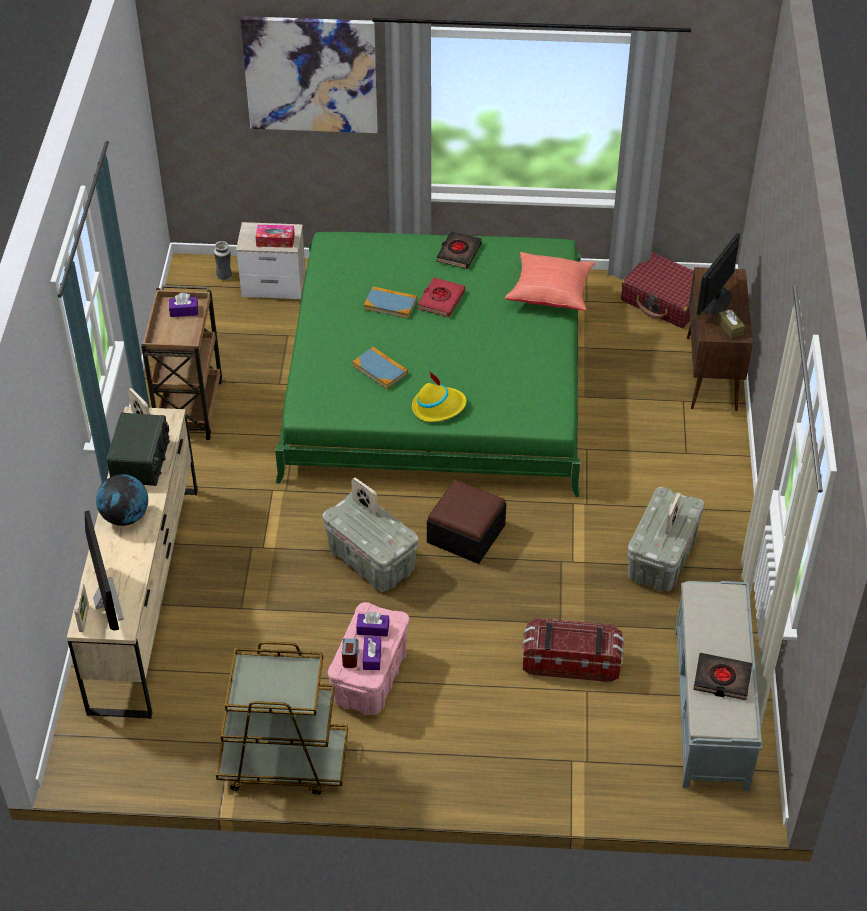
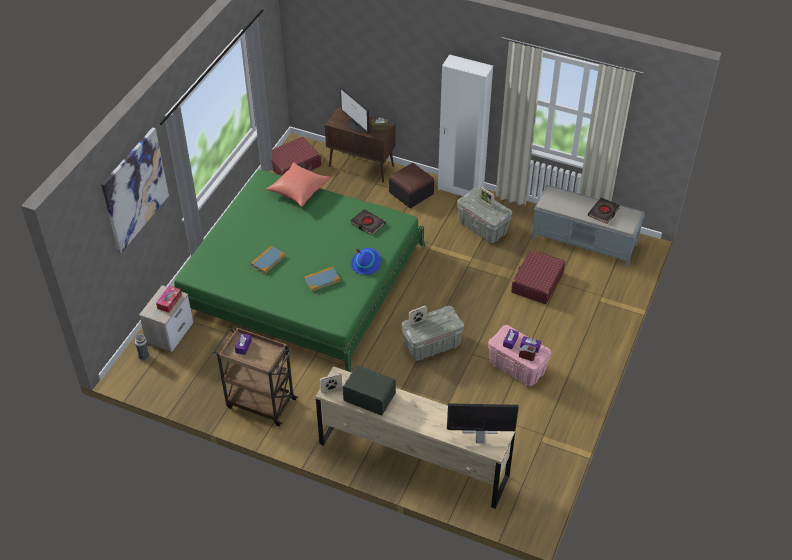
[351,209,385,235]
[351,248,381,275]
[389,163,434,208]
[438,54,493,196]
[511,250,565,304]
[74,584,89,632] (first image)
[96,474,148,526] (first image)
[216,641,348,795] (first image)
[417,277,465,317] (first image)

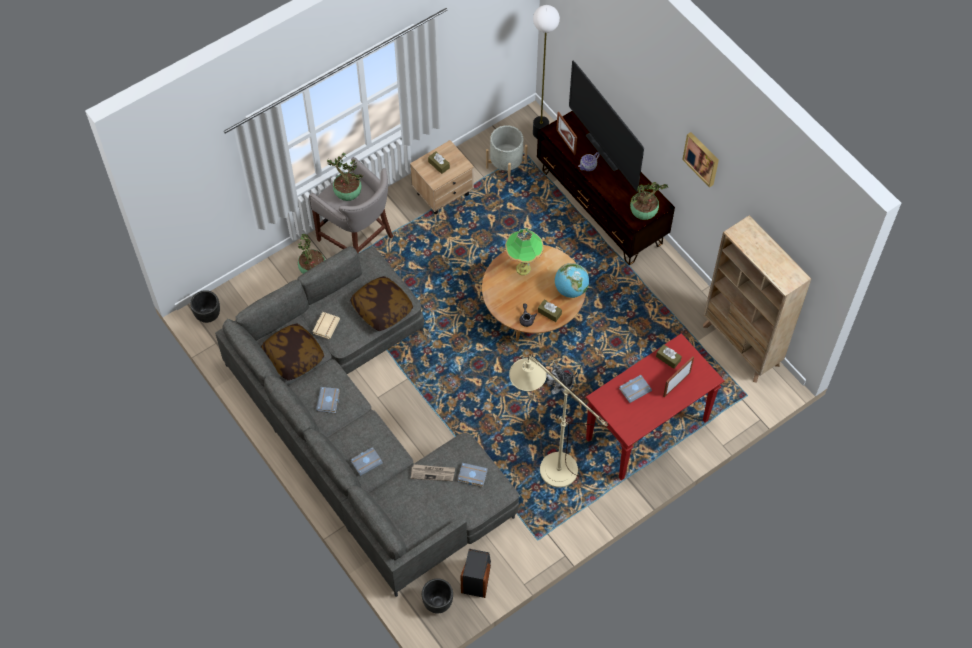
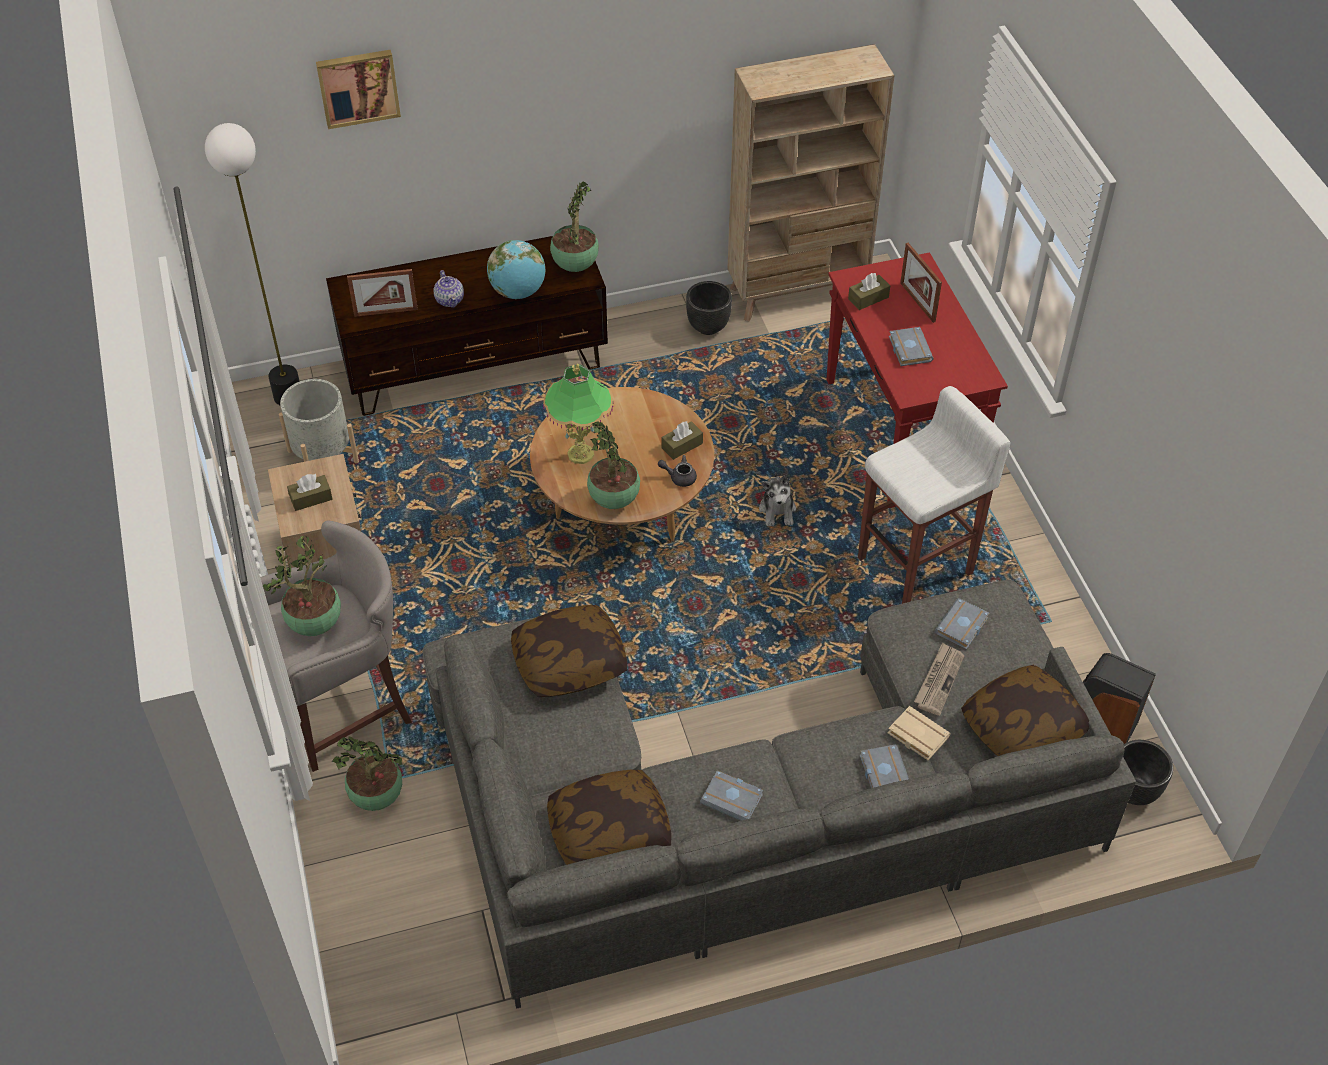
[316,50,401,129]
[487,240,545,299]
[587,422,640,509]
[686,281,732,335]
[858,386,1011,604]
[888,706,951,760]
[961,665,1089,756]
[569,61,644,192] (first image)

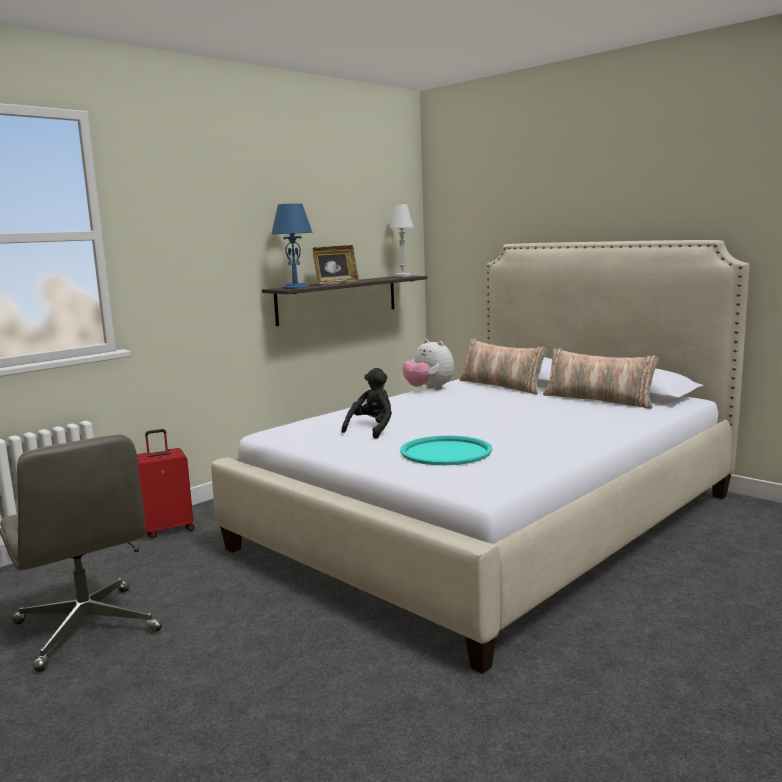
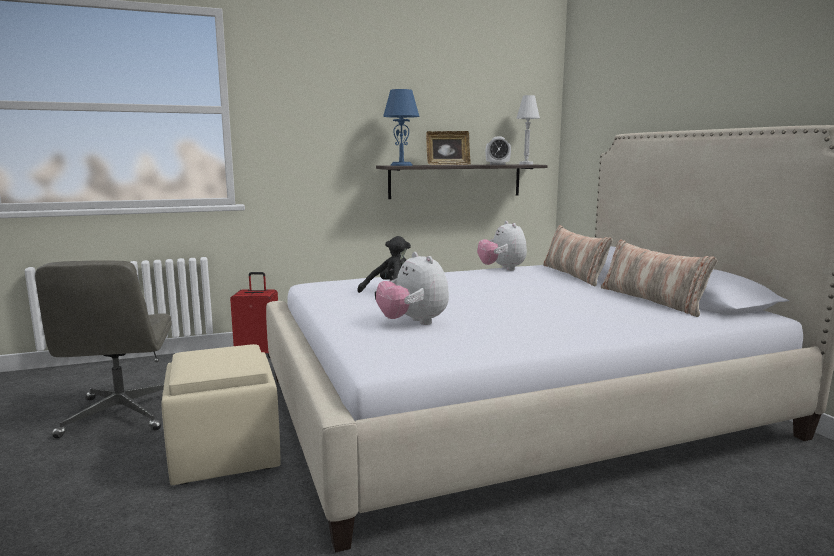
[161,344,281,485]
[376,252,449,325]
[485,137,511,165]

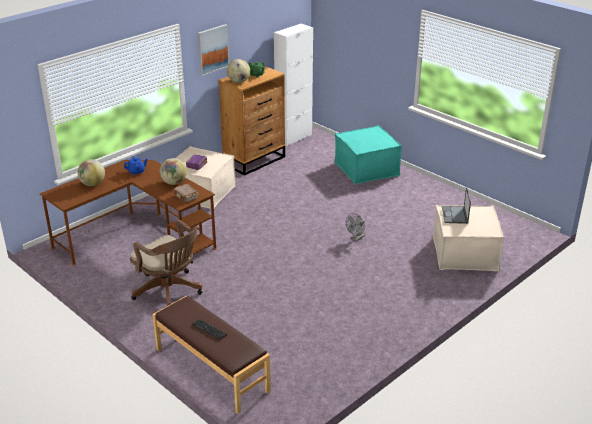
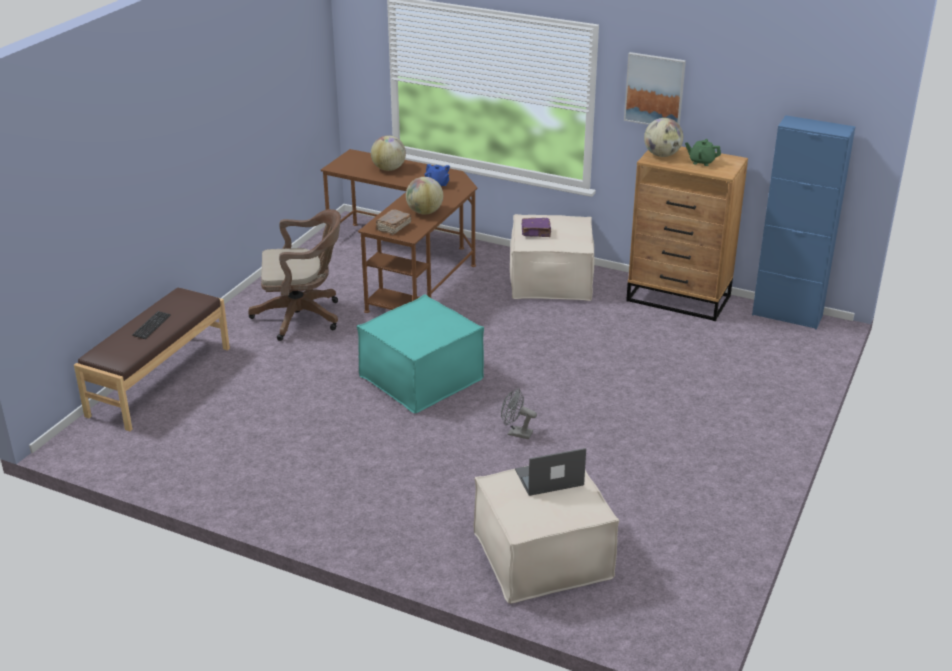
[248,209,341,341]
[357,294,484,413]
[752,115,856,330]

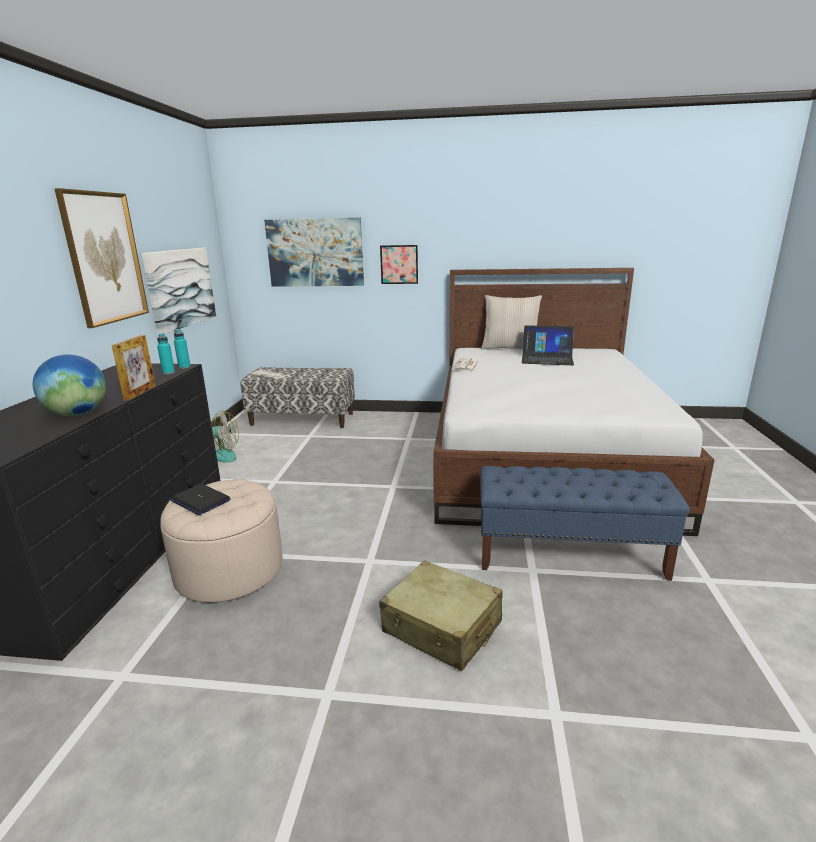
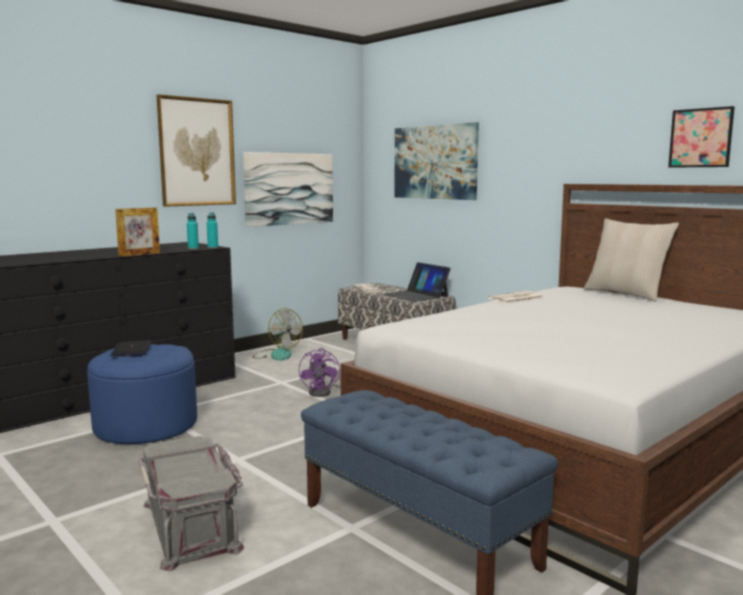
[87,344,197,444]
[139,436,244,571]
[299,348,341,397]
[383,262,451,302]
[668,106,735,168]
[33,355,106,416] (first image)

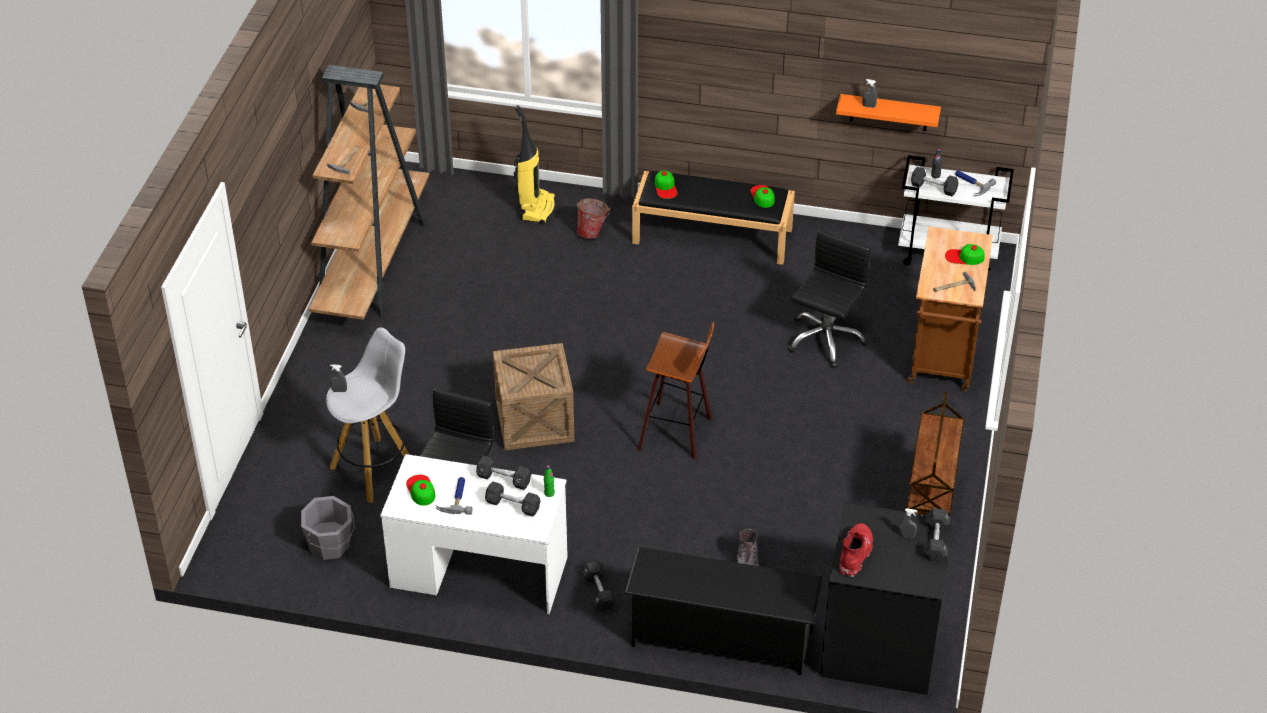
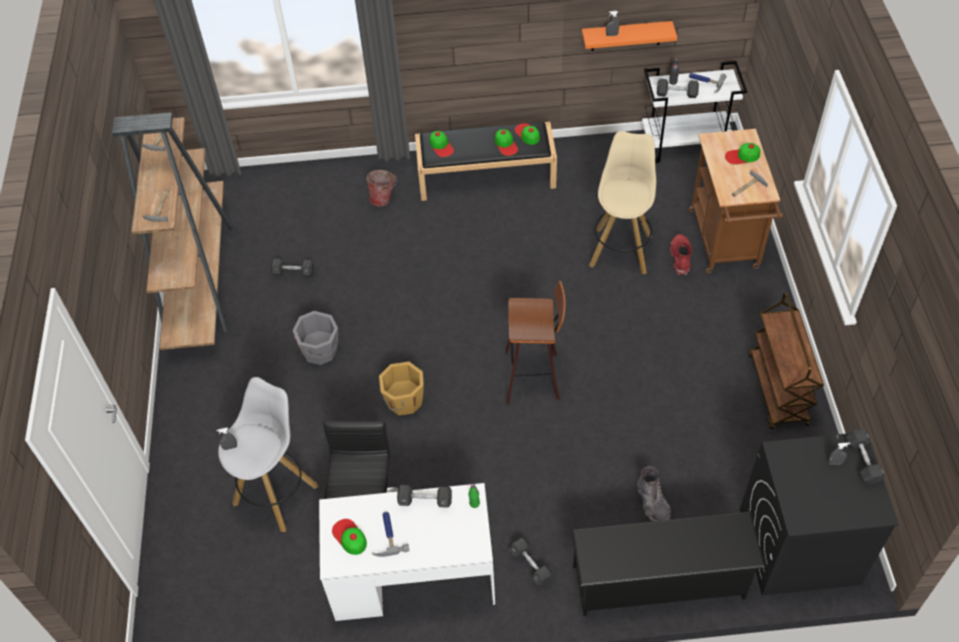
[271,259,314,277]
[292,311,338,365]
[379,362,424,415]
[495,129,518,156]
[589,131,656,274]
[670,234,692,275]
[514,105,555,225] (first image)

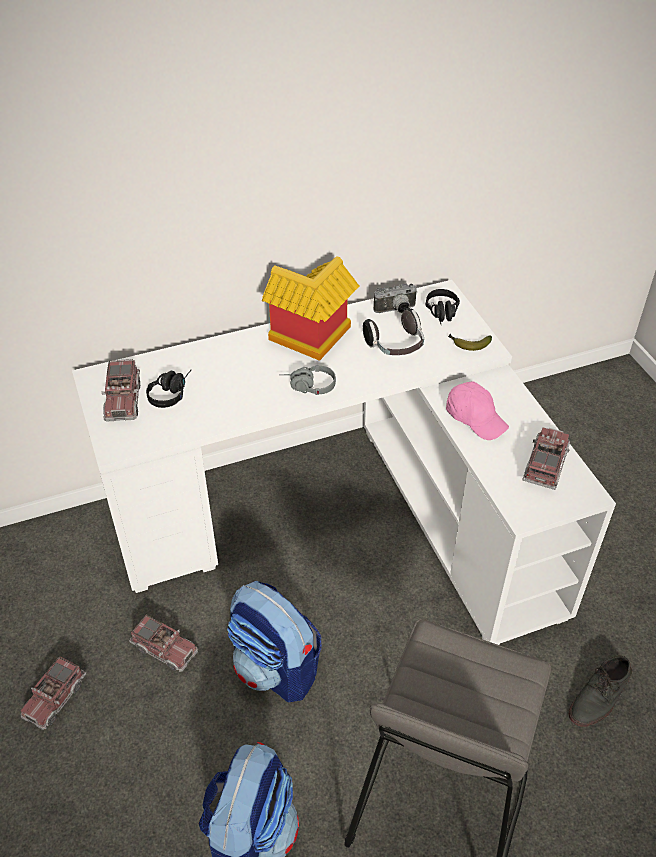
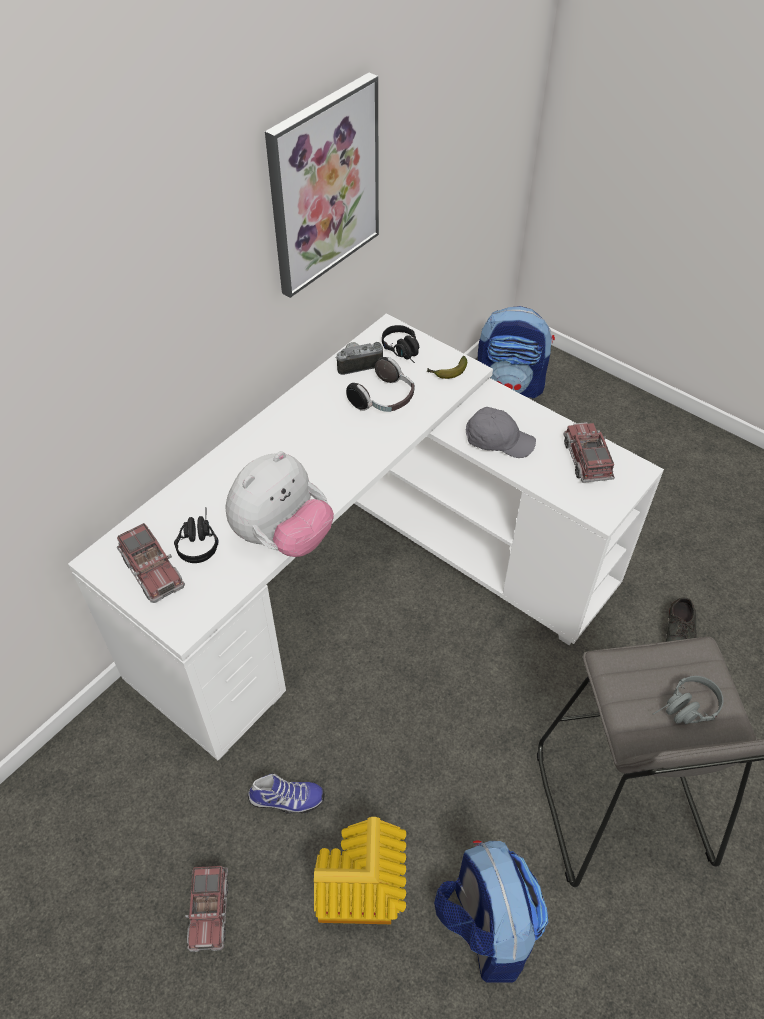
[225,451,334,557]
[248,774,325,814]
[265,73,379,298]
[314,817,406,924]
[336,342,383,375]
[466,407,536,458]
[478,306,555,399]
[653,676,723,724]

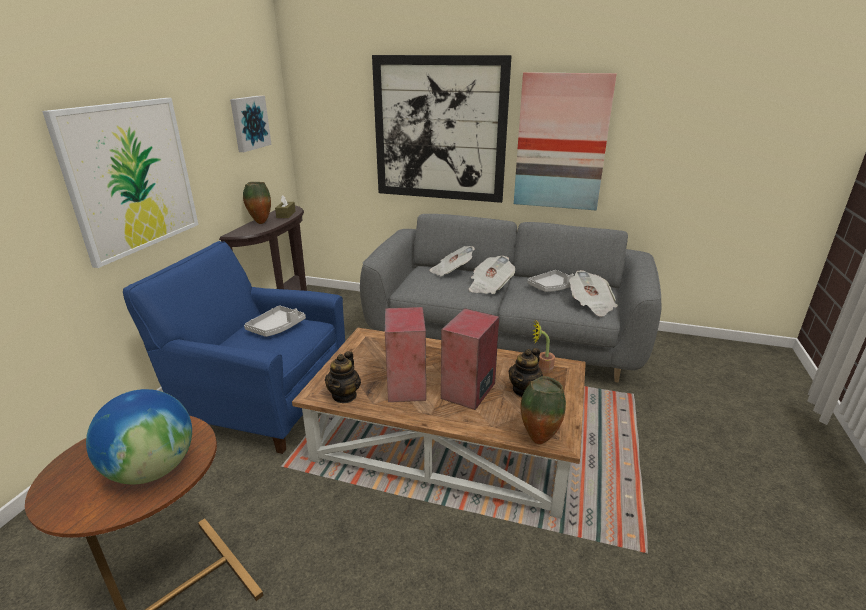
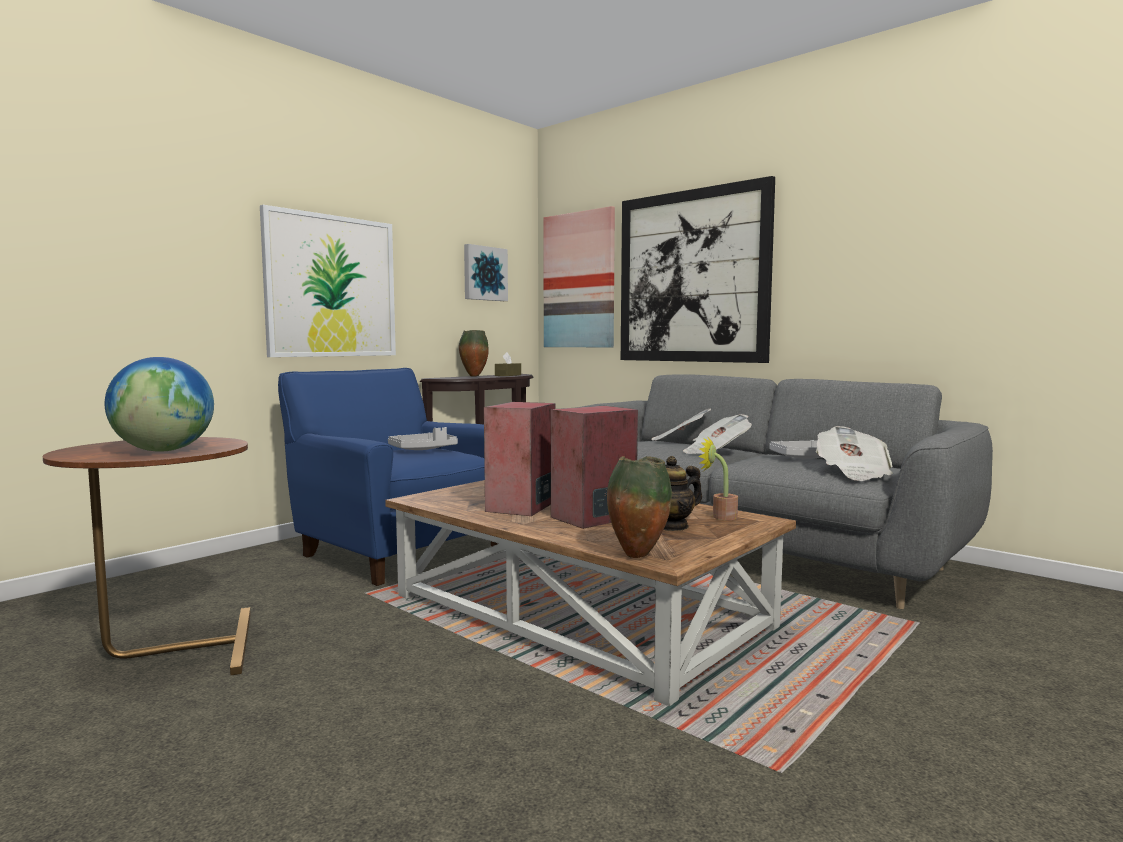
[543,206,615,348]
[325,351,361,403] (first image)

